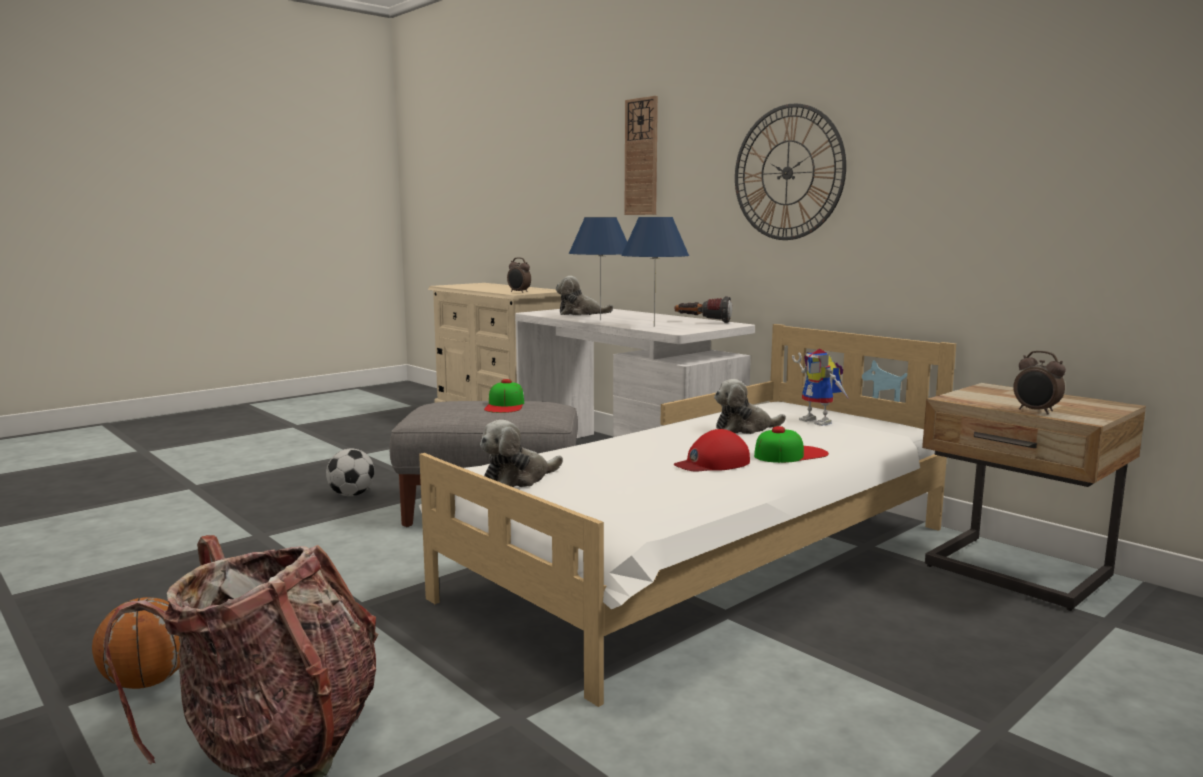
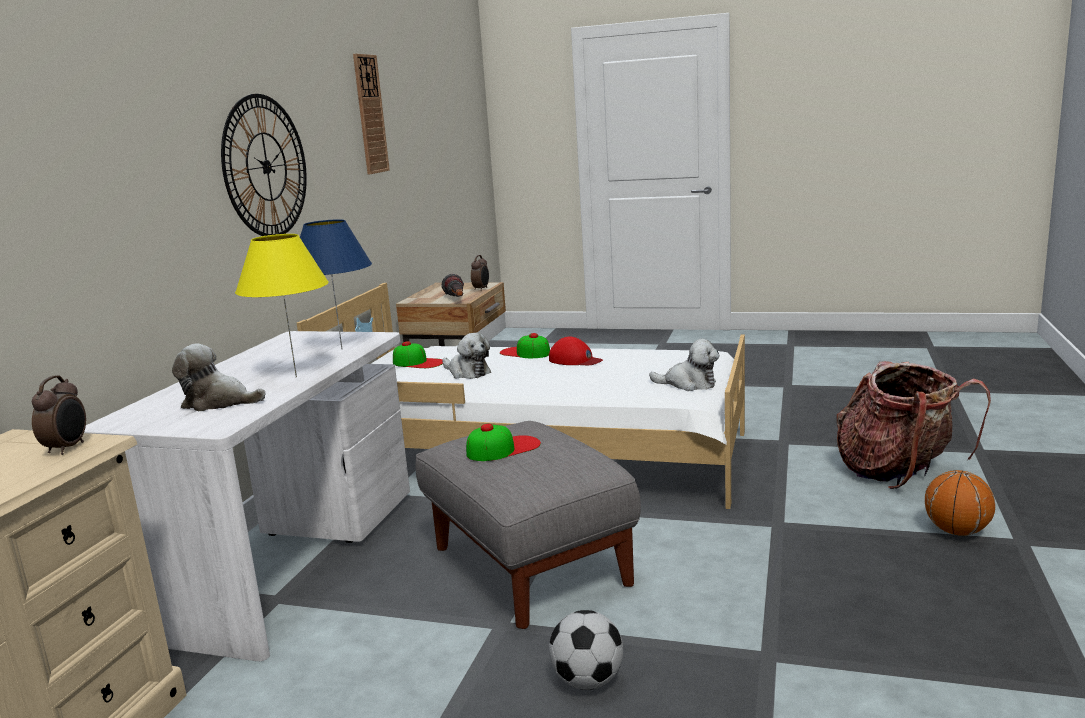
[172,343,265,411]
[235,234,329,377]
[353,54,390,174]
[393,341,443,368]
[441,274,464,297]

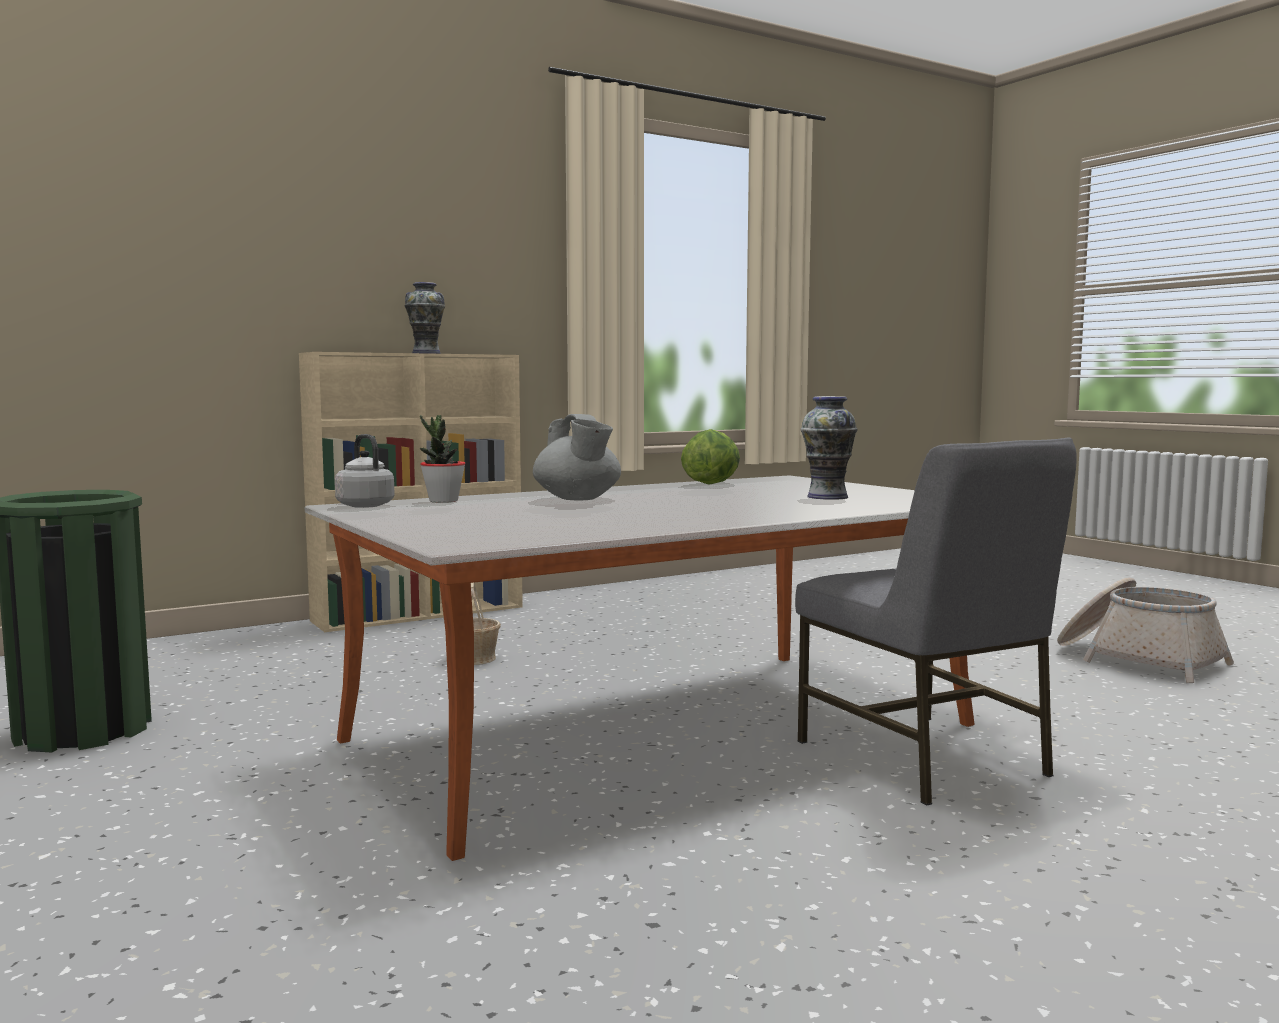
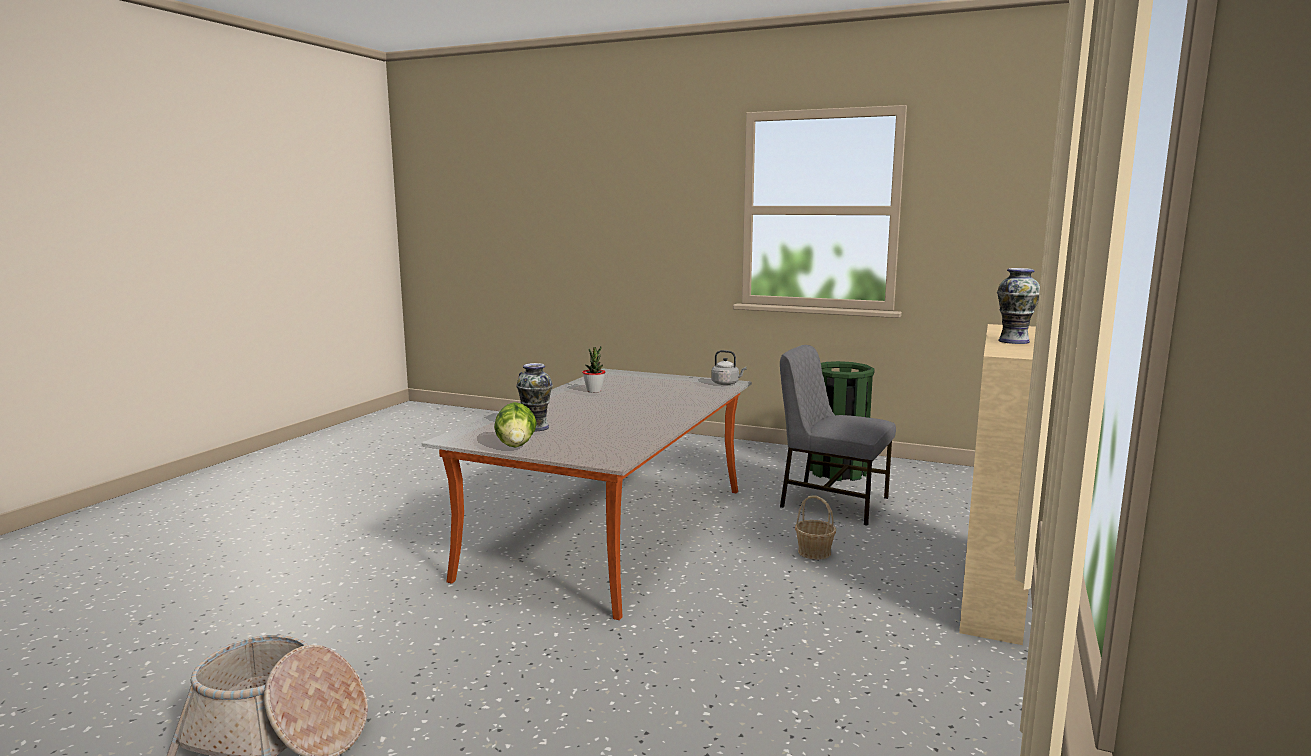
[494,402,537,448]
[582,346,605,393]
[780,345,896,526]
[533,414,621,500] (first image)

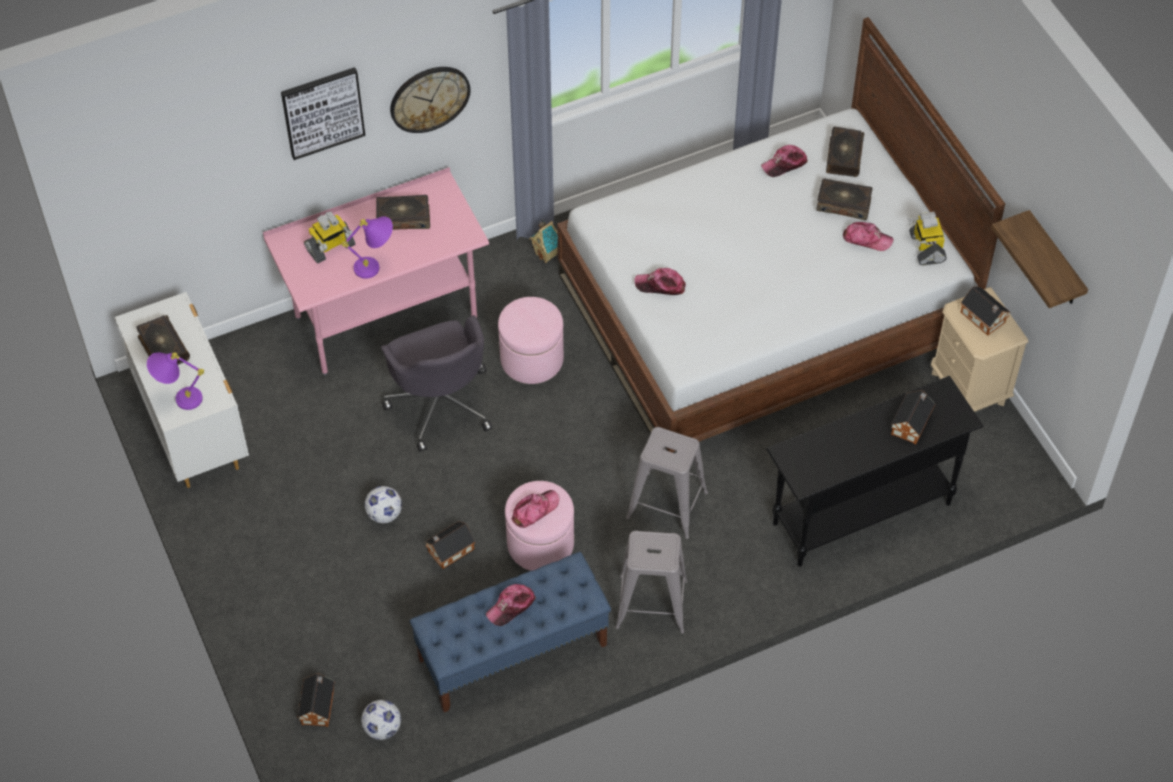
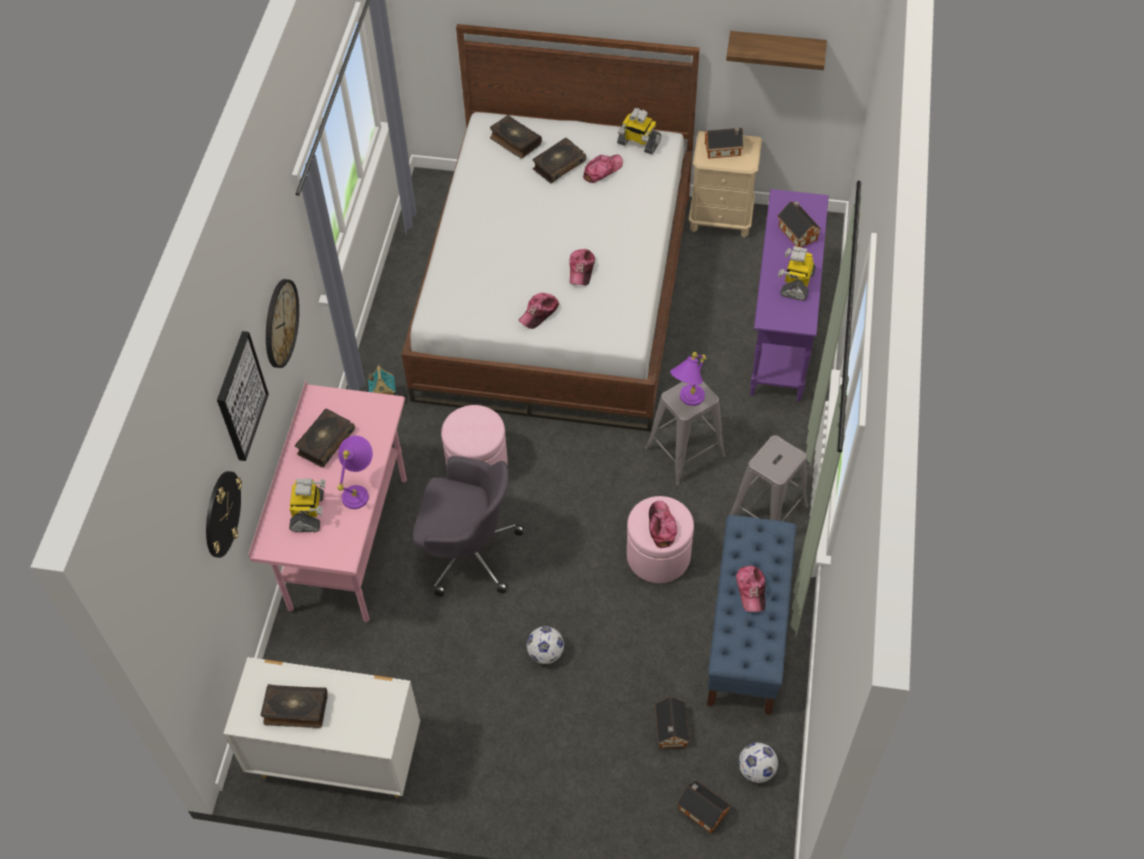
[206,471,242,558]
[569,249,595,286]
[655,697,689,748]
[670,352,706,406]
[750,189,829,401]
[778,246,816,301]

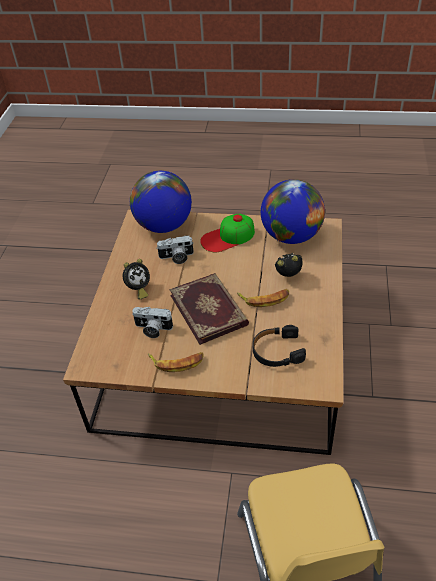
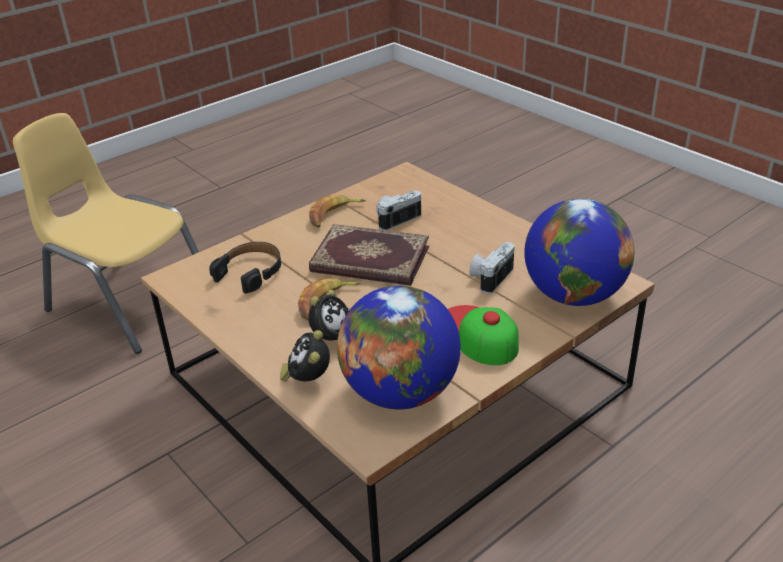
[280,330,330,381]
[448,305,519,365]

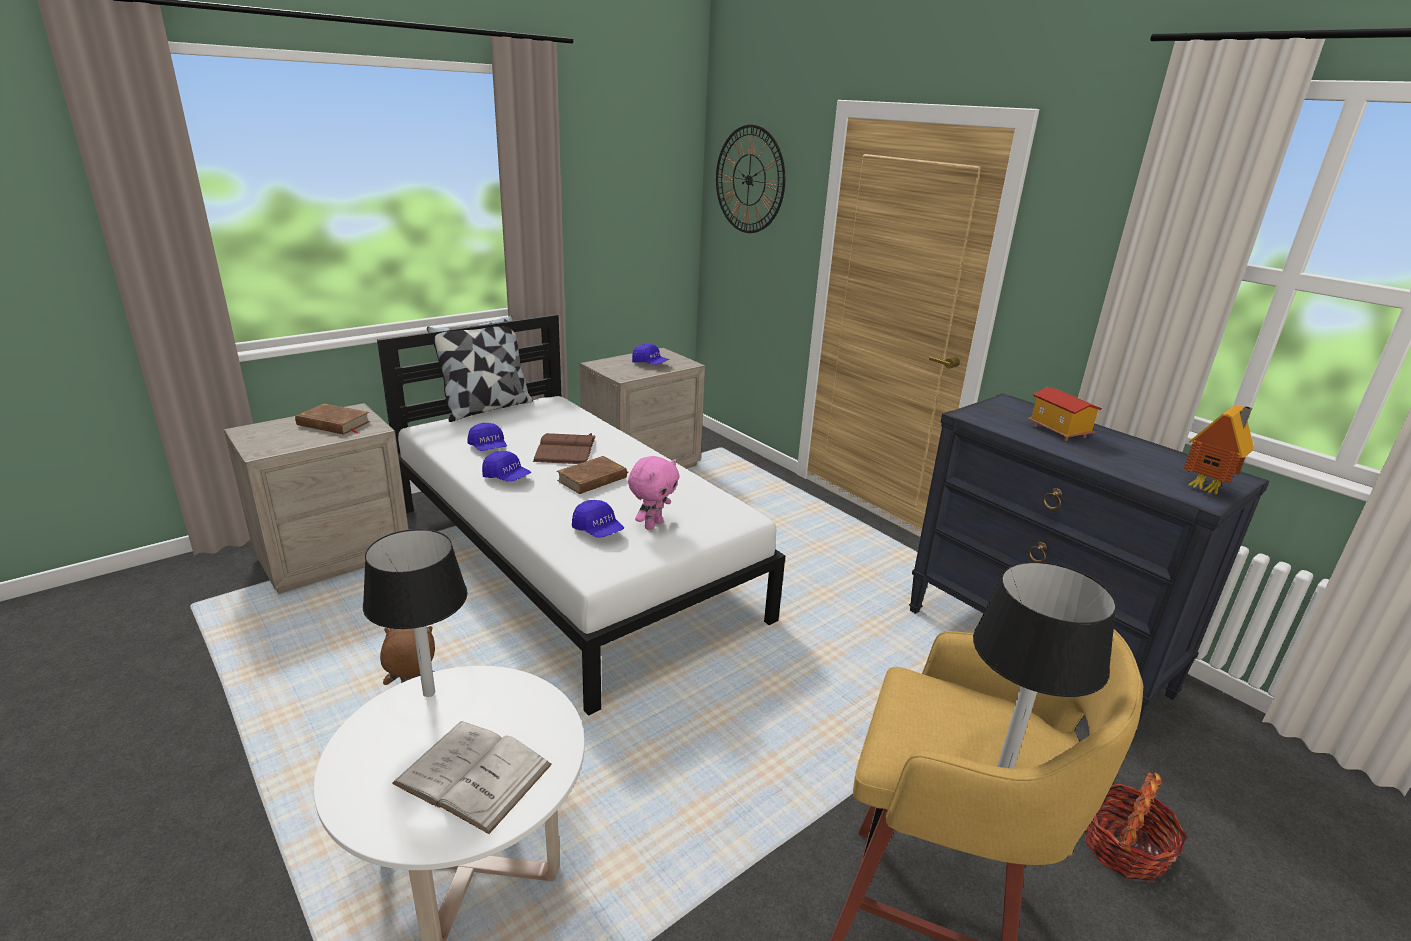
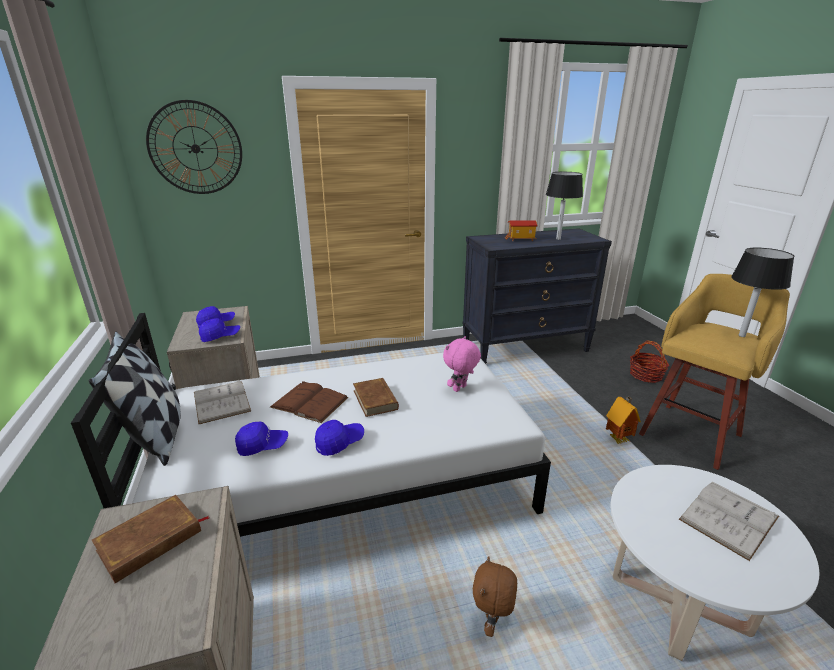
[194,380,251,424]
[199,318,240,342]
[443,336,481,392]
[546,172,583,240]
[606,397,641,444]

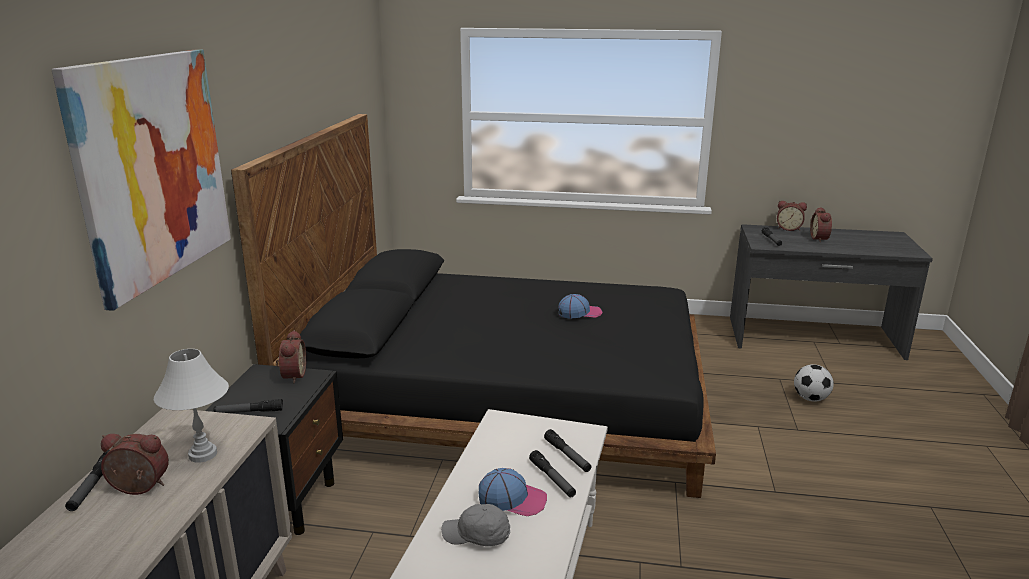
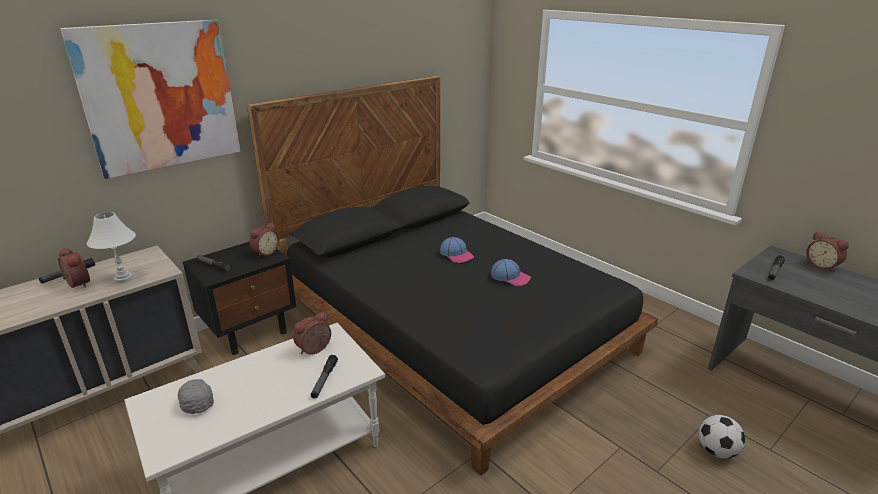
[293,312,331,355]
[440,237,474,263]
[529,450,576,497] (first image)

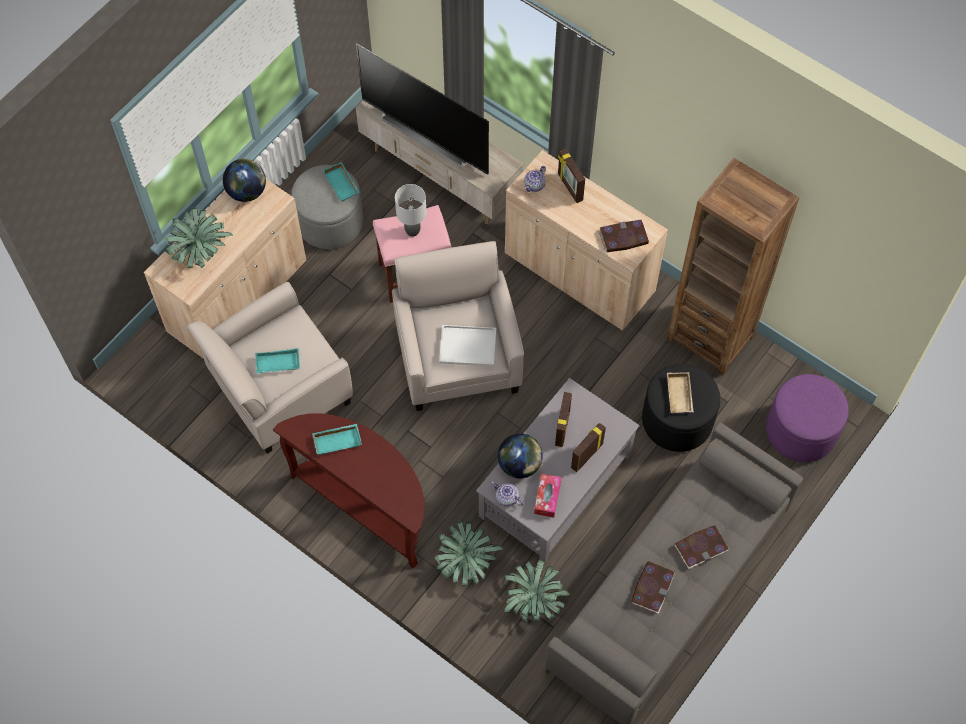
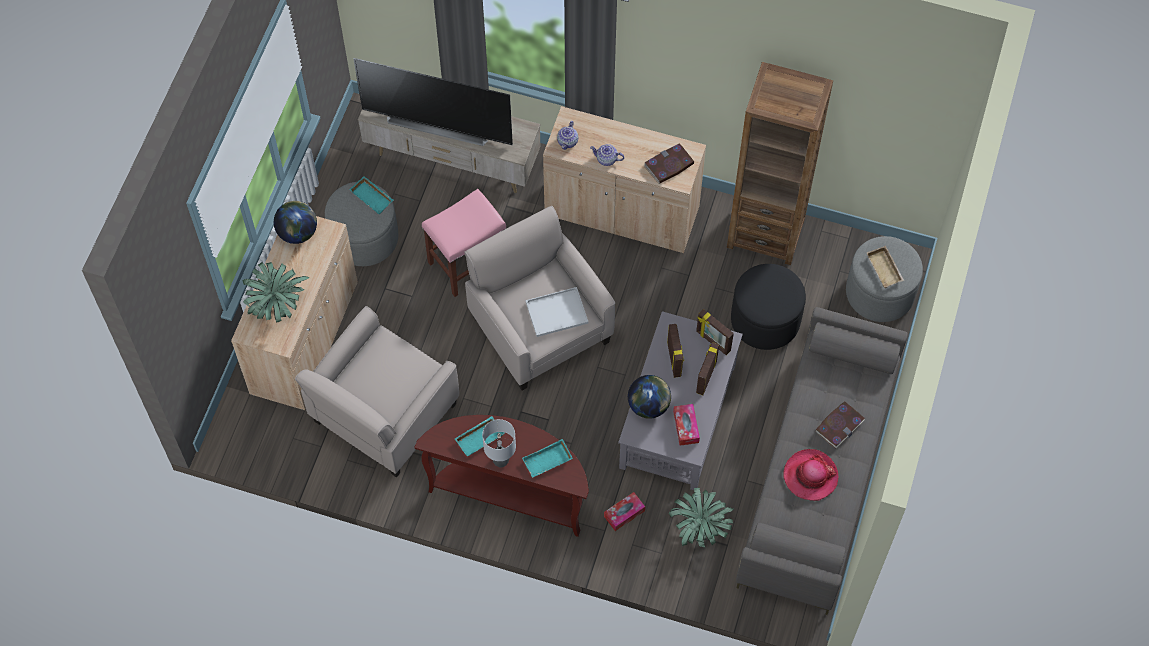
[482,419,516,468]
[522,439,573,478]
[590,144,624,166]
[604,492,645,531]
[696,309,734,355]
[783,449,839,501]
[846,236,923,322]
[867,246,904,288]

